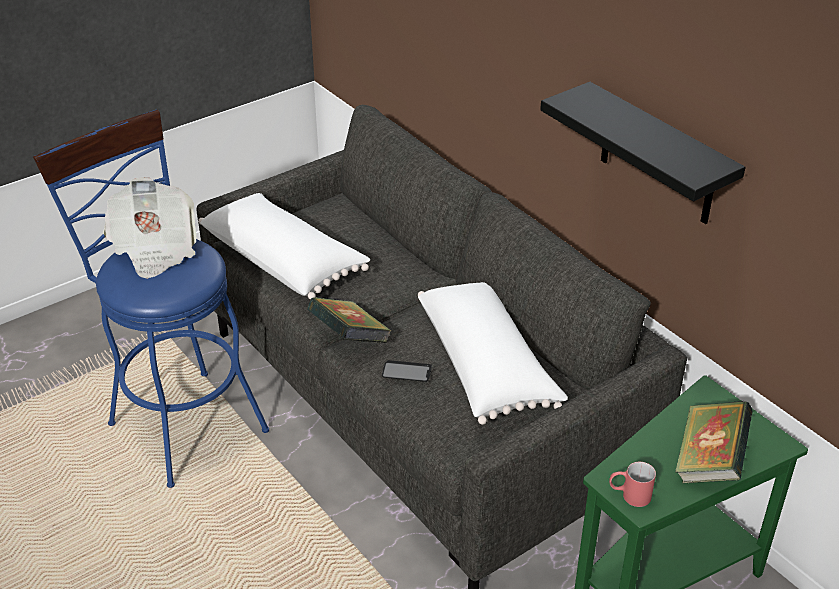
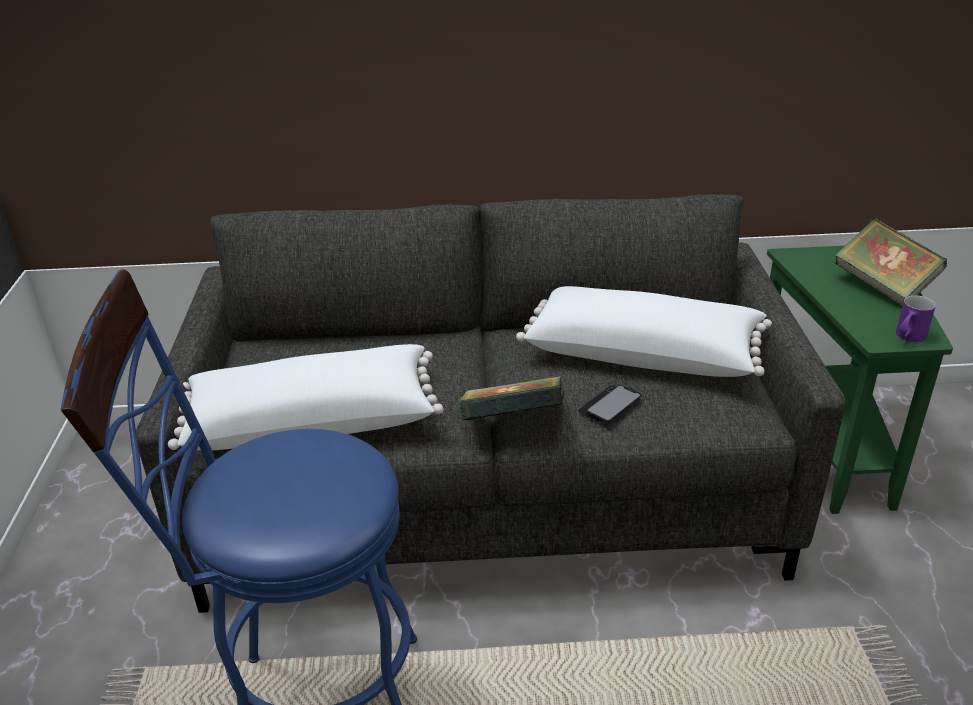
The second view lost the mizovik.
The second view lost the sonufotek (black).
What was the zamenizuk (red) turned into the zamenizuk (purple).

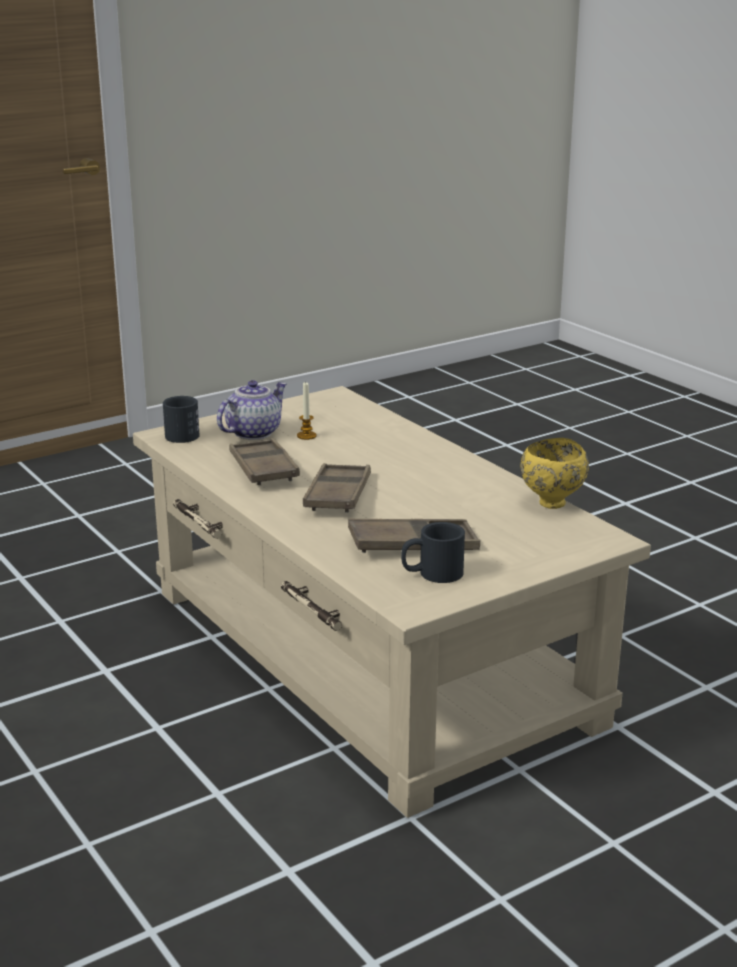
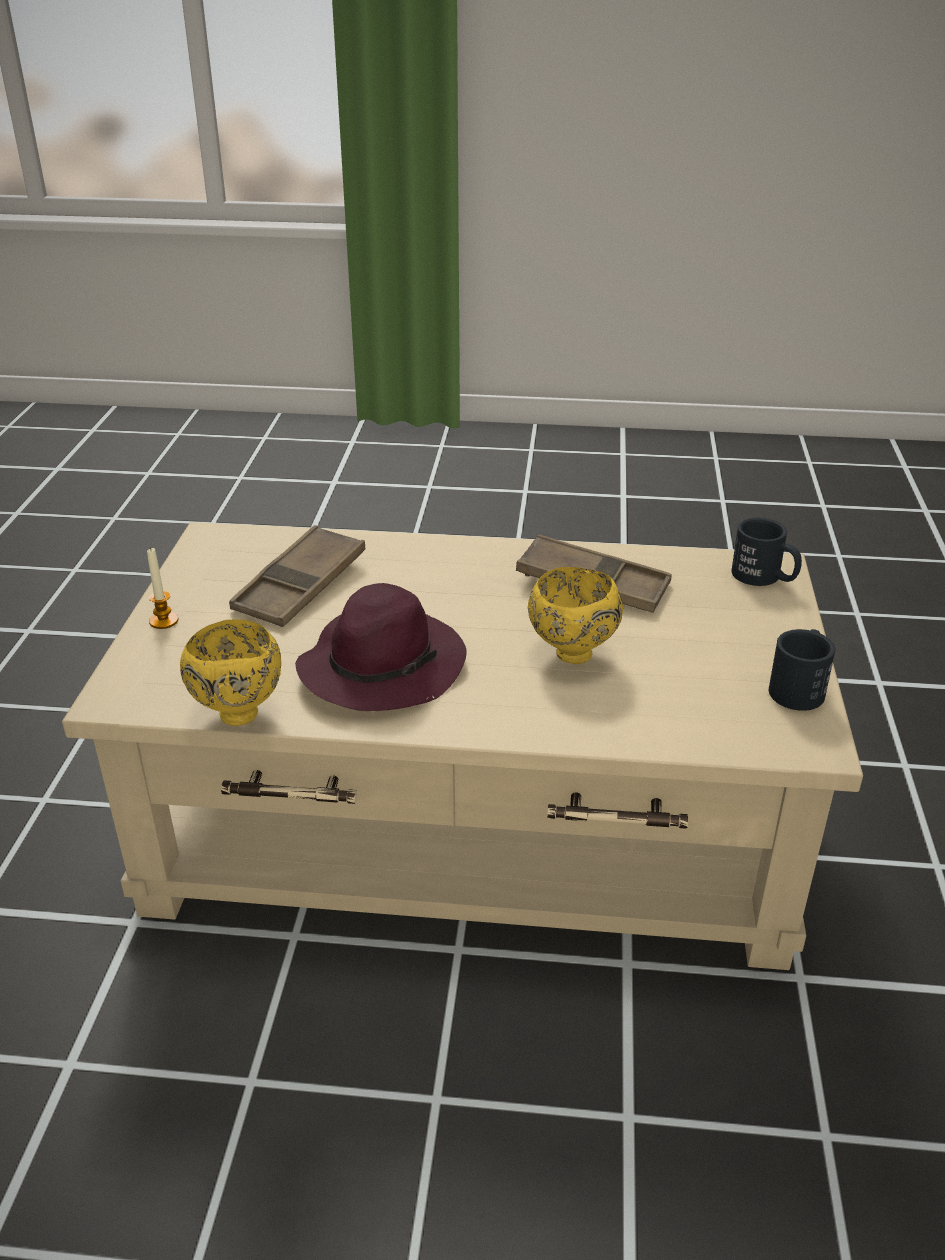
The second view lost the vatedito.
The second view lost the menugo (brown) (2nd from left).
The second view gained the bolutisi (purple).
The second view gained the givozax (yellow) (2nd from left).
The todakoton ended up elsewhere.
The zamenizuk (black) (2nd from left) ended up elsewhere.

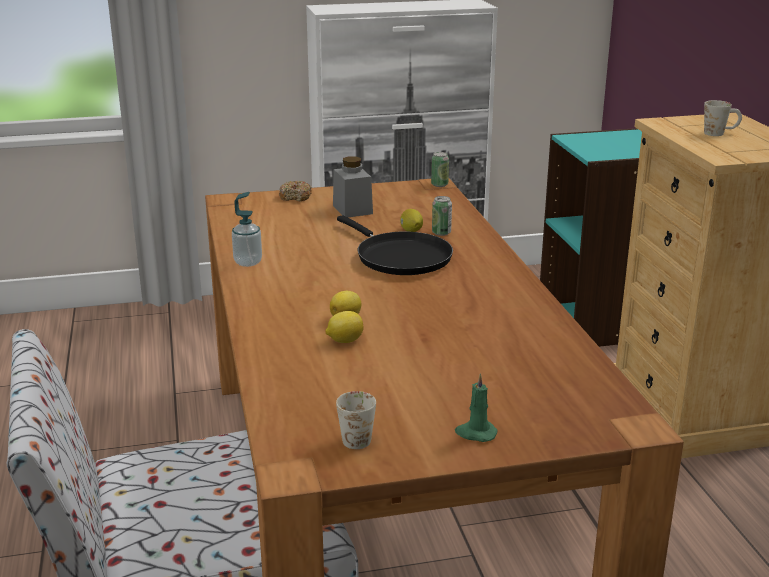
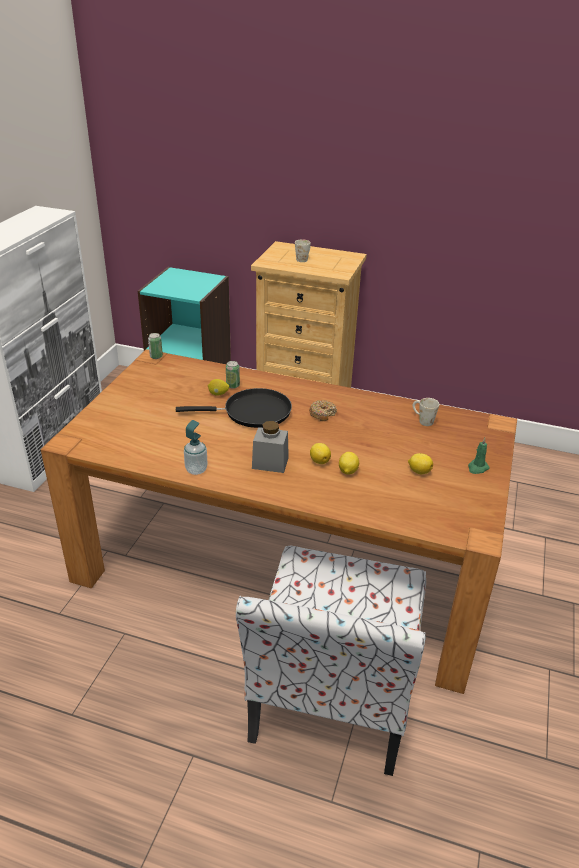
The second view gained the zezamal (4th from left).
The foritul ended up elsewhere.
The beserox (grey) ended up elsewhere.
The zamenizuk (white) (1st from left in the first image) ended up elsewhere.

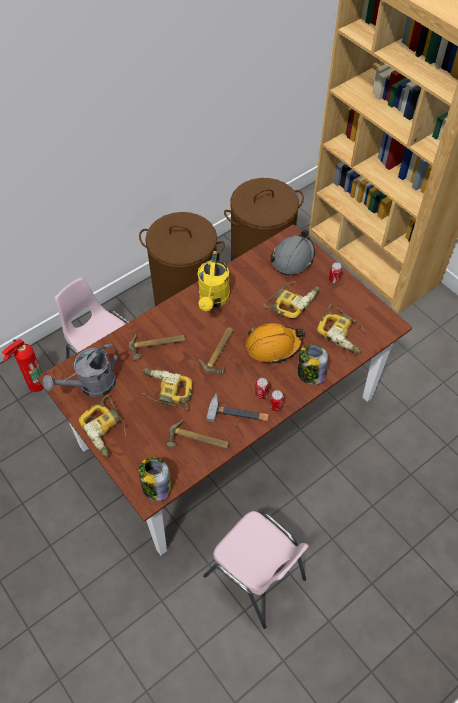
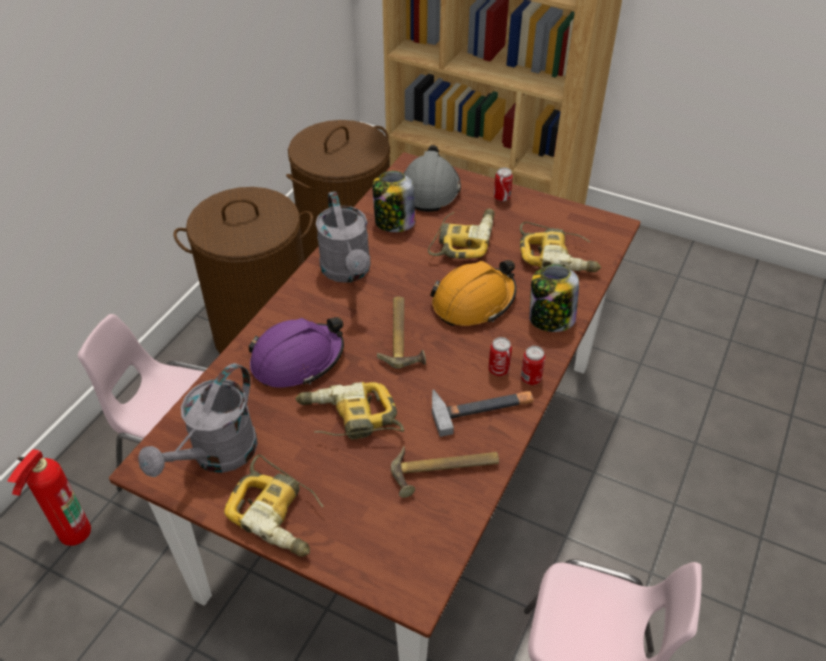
The beserox (1st from left) ended up elsewhere.
Where the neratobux (1st from left) stood, the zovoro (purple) came to stand.
What was the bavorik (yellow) turned into the bavorik (grey) (2nd from left).

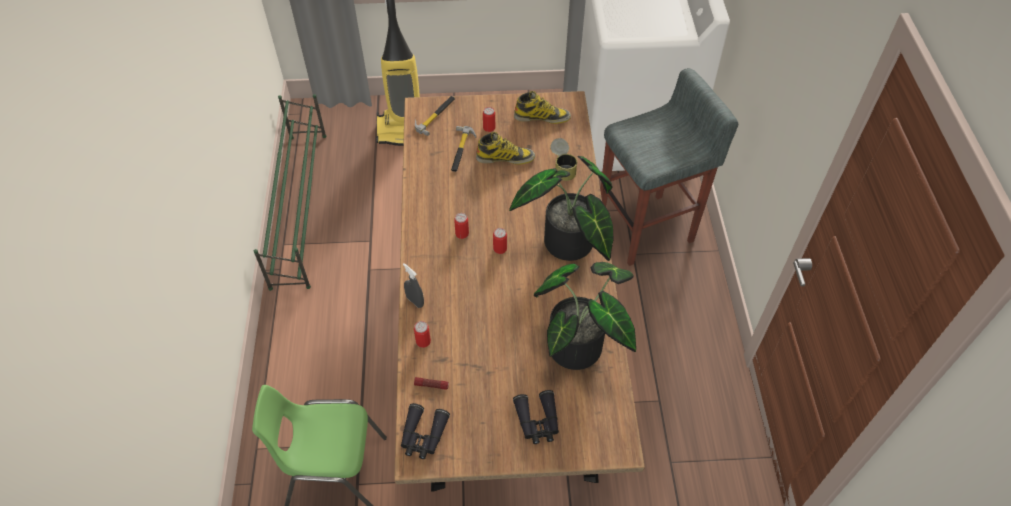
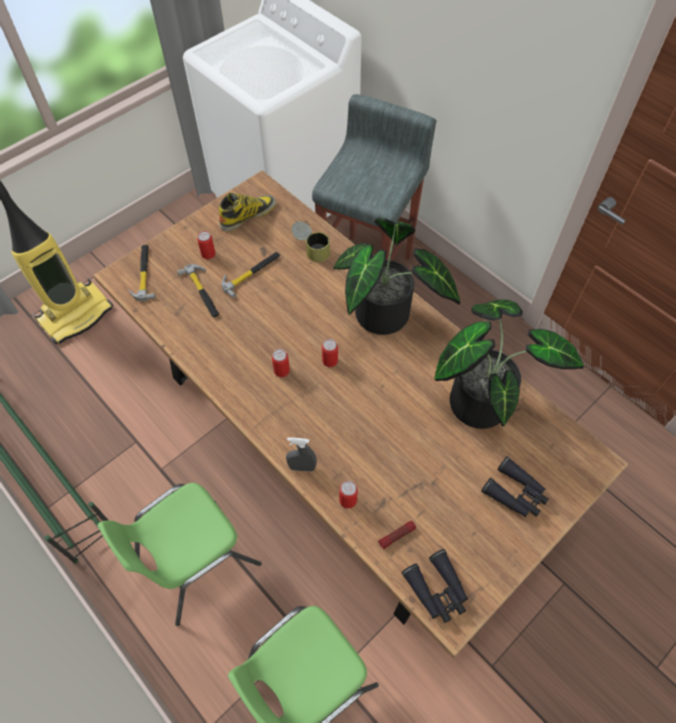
The second view gained the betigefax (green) (1st from left).
Where the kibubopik (1st from left) stood, the neratobux (3rd from left) came to stand.

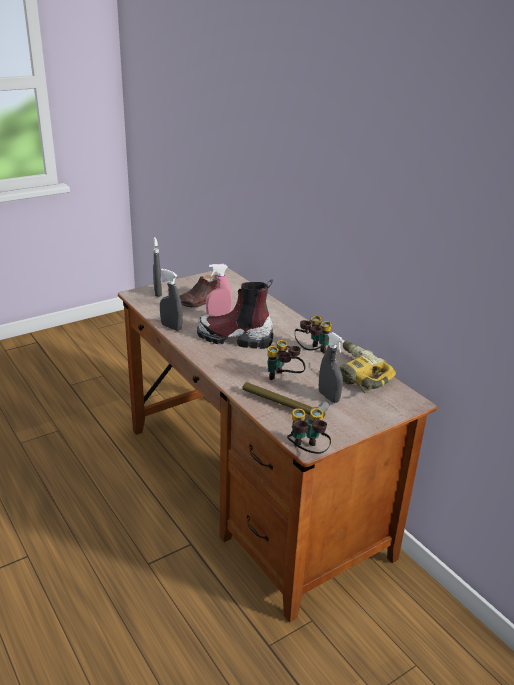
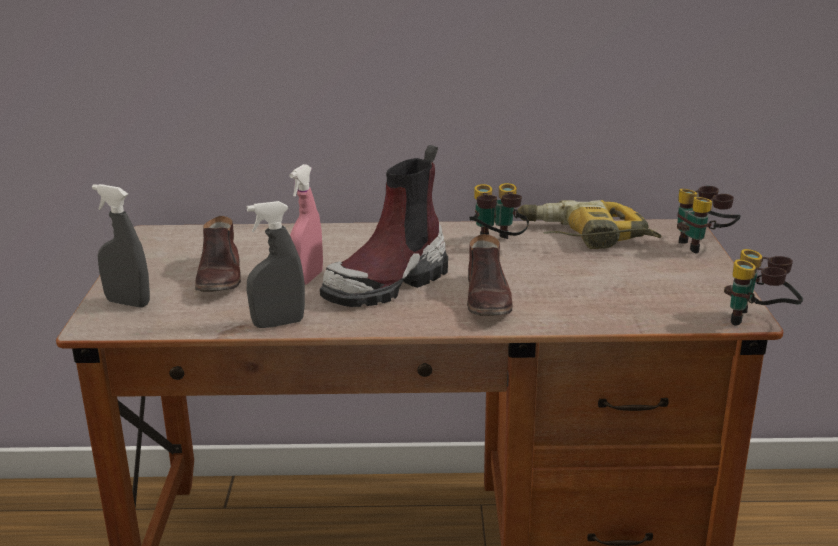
The second view lost the neratobux.
The second view lost the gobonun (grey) (3rd from left).
The second view gained the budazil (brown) (2nd from left).
The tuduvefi (1st from left in the first image) ended up elsewhere.

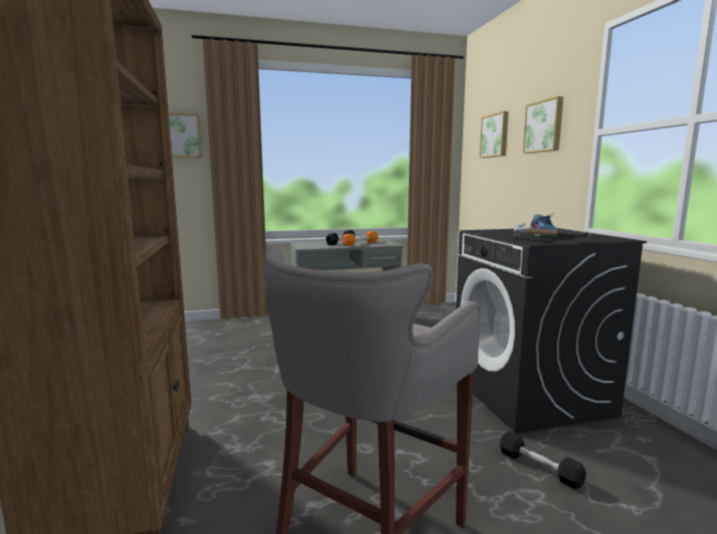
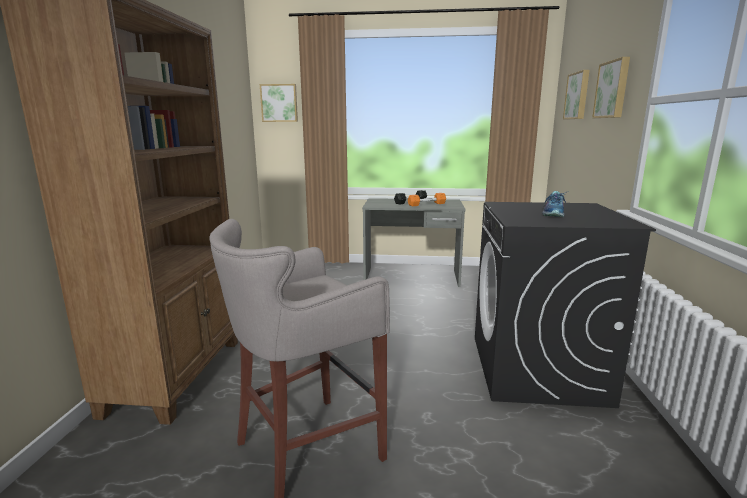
The second view lost the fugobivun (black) (2nd from left).
The second view lost the neratobux.

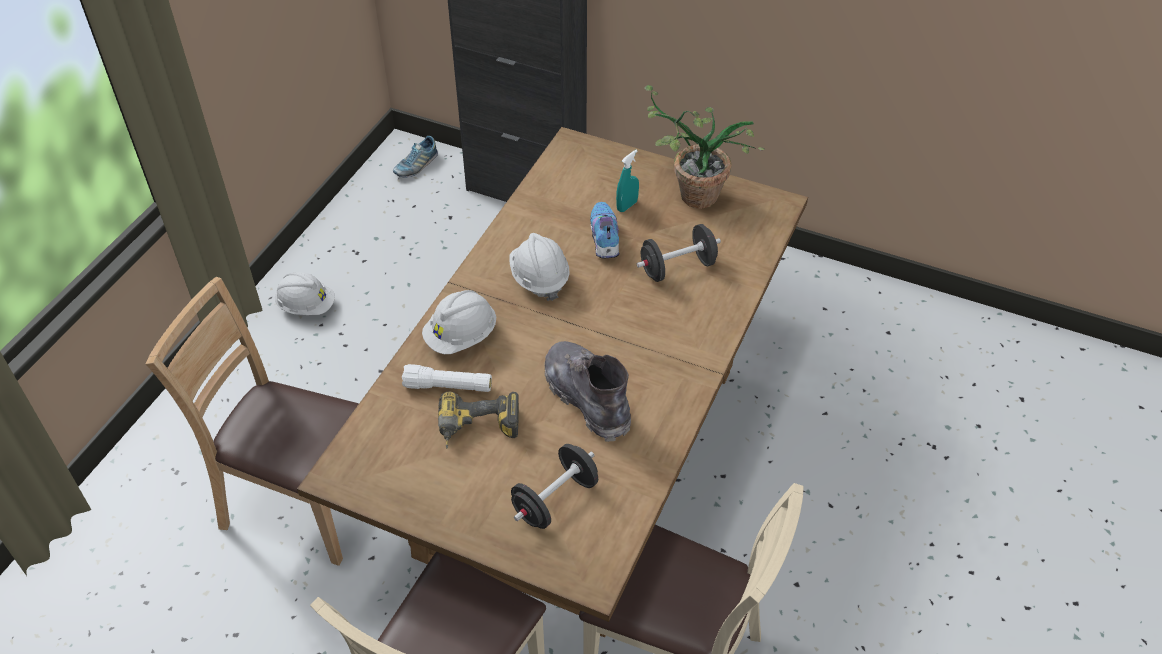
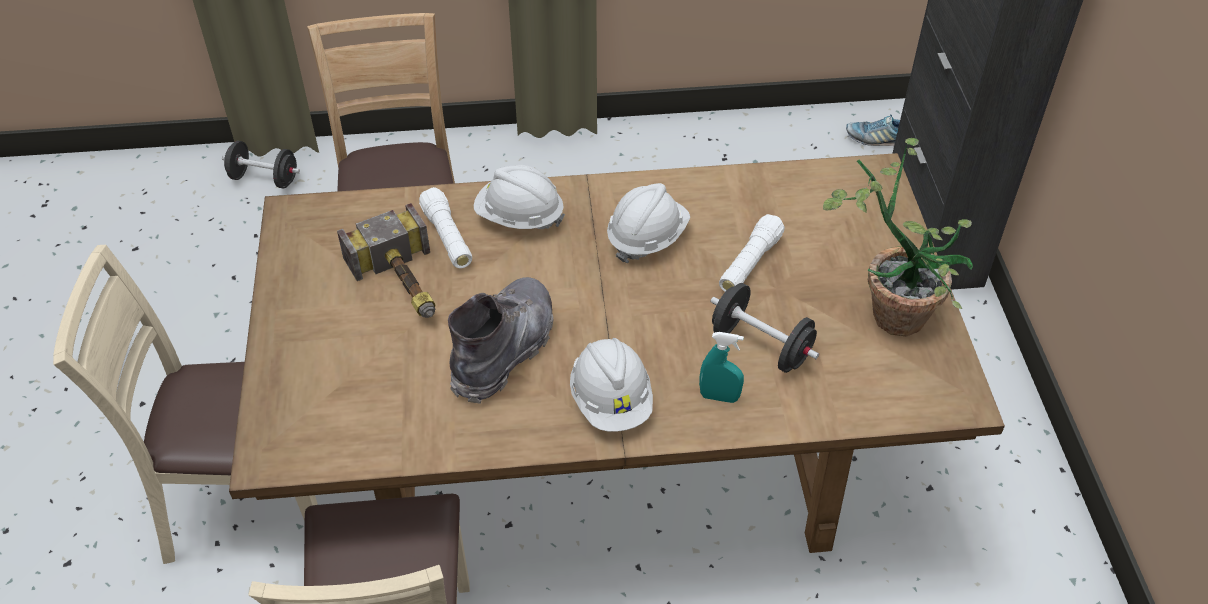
The zovoro (white) (1st from left in the first image) ended up elsewhere.
The fugobivun (black) (1st from left) ended up elsewhere.
The gobonun (turquoise) ended up elsewhere.
Where the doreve stood, the neratobux came to stand.
Where the budazil (2nd from left) stood, the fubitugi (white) (2nd from left) came to stand.

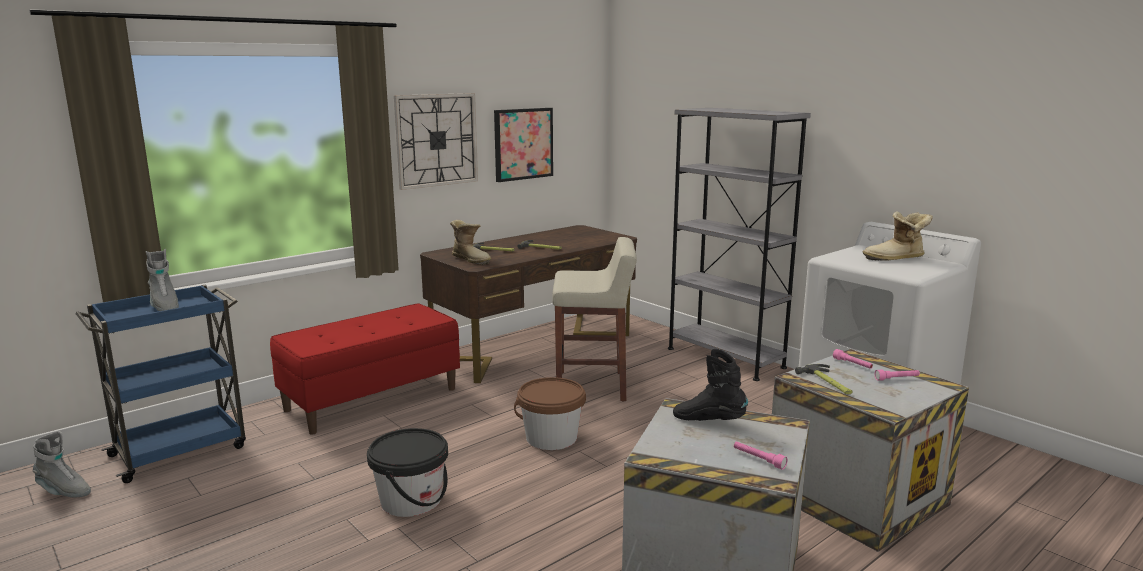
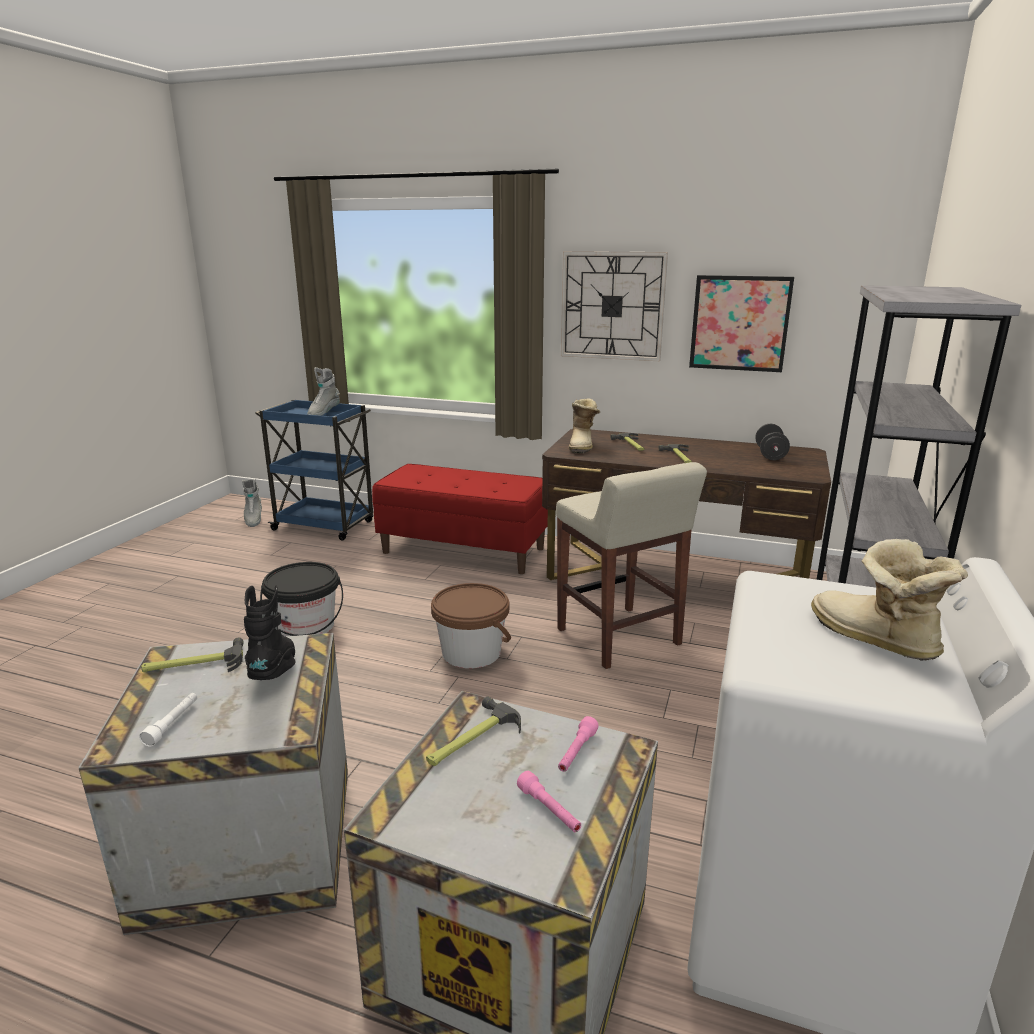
The second view gained the neratobux (1st from left).
The second view gained the fugobivun (black).
What was the fubitugi (pink) (1st from left) turned into the fubitugi (white).

